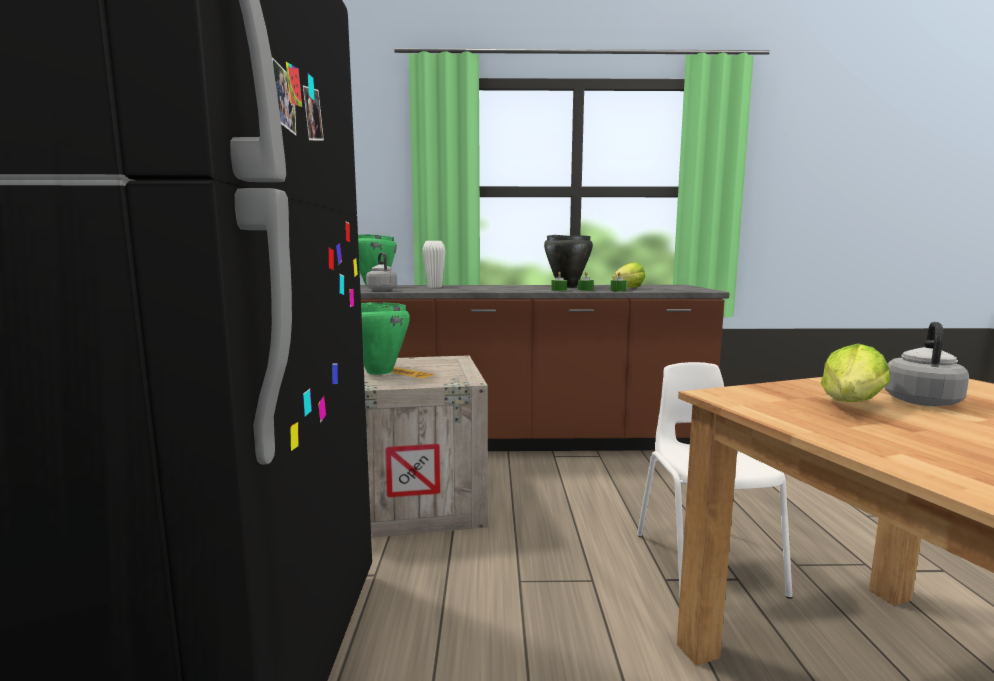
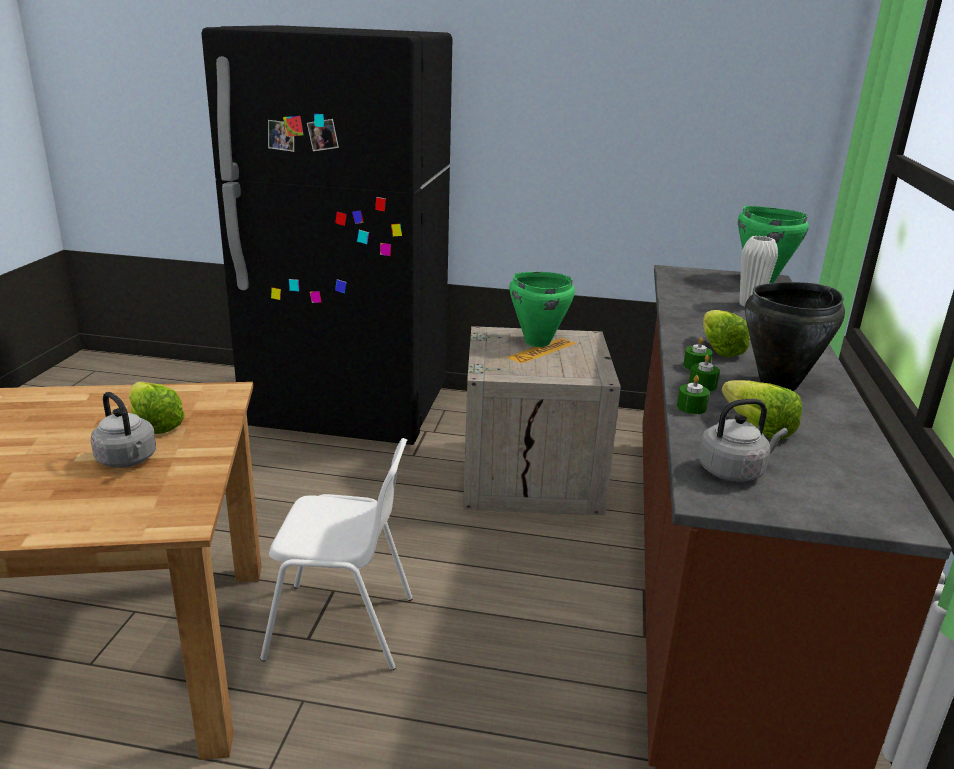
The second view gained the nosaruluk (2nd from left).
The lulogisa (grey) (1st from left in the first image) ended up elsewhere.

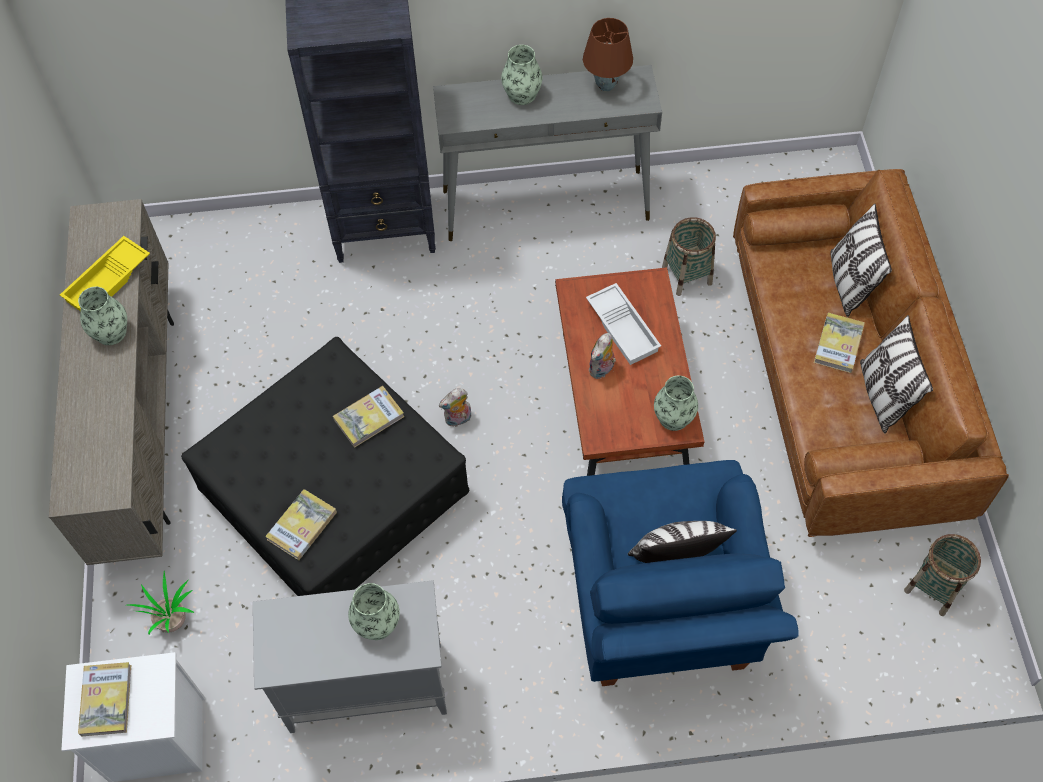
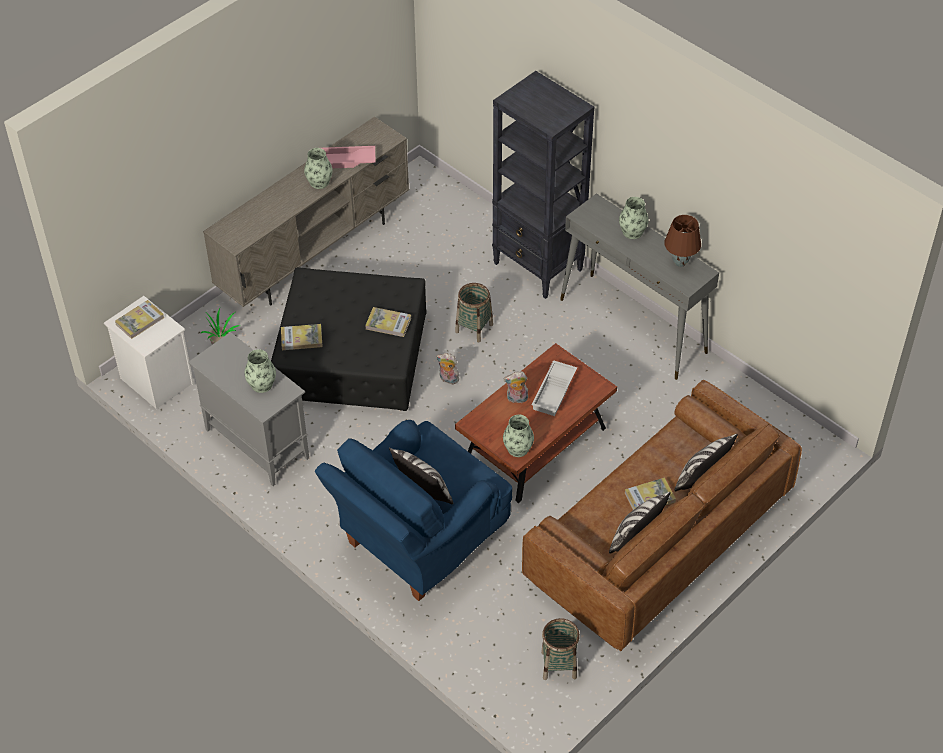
The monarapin (1st from left) ended up elsewhere.
What was the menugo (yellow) turned into the menugo (pink).

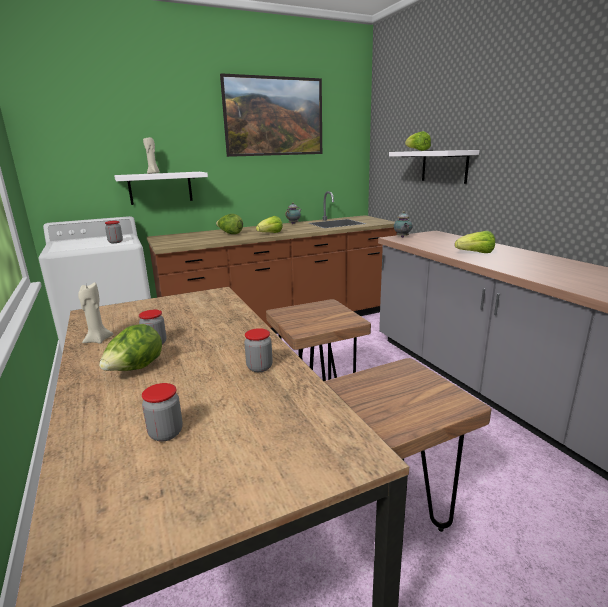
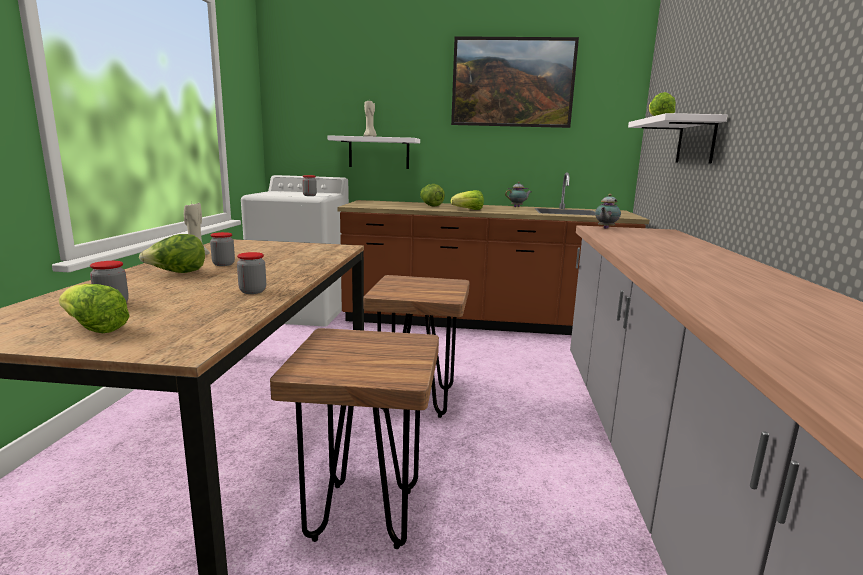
The nosaruluk (5th from left in the first image) ended up elsewhere.

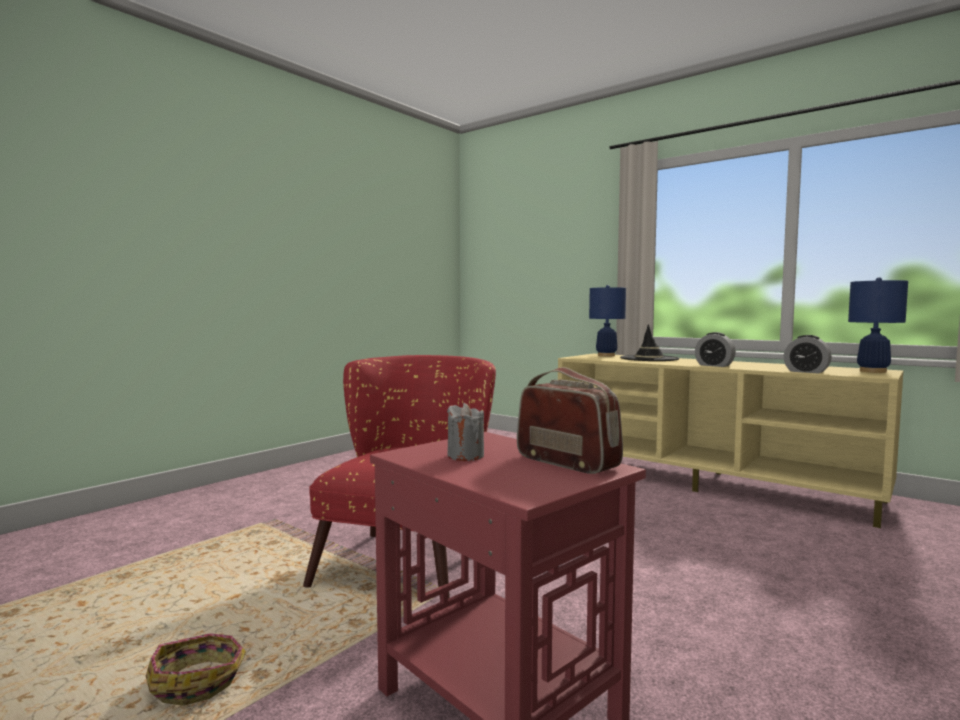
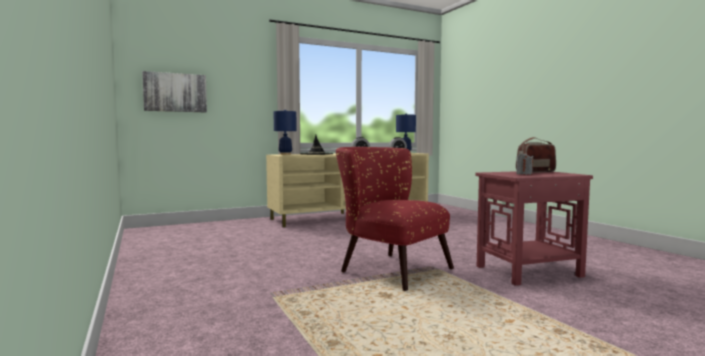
The second view lost the monarapin.
The second view gained the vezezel.

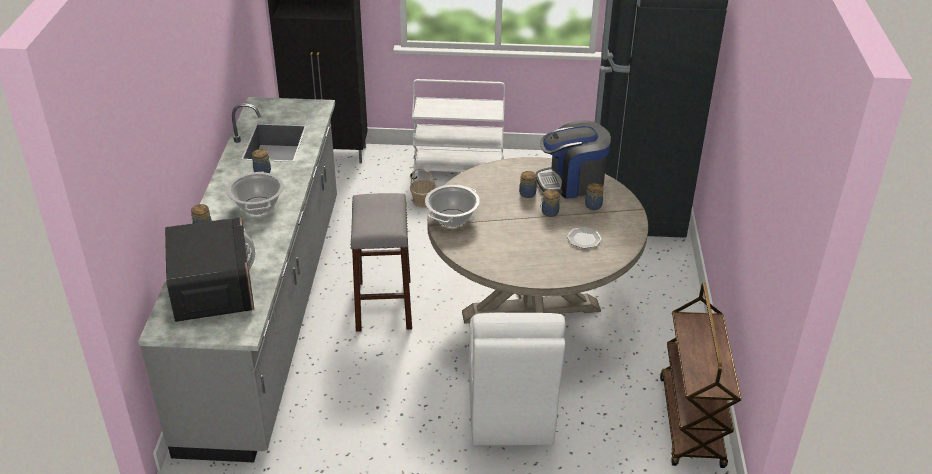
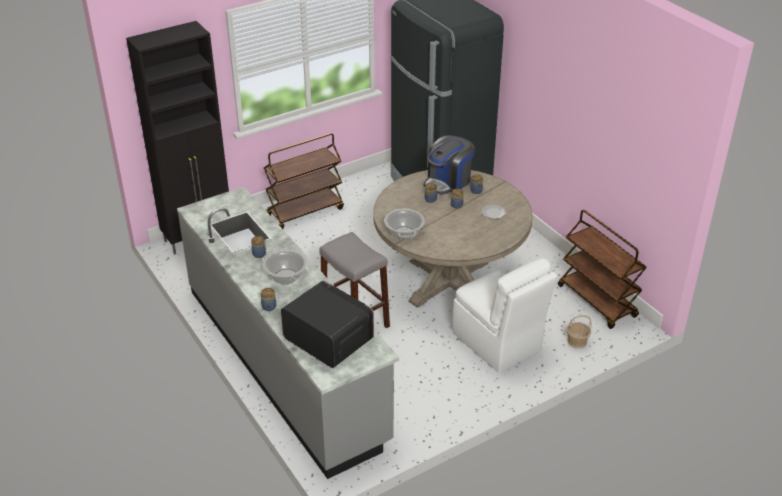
The monarapin ended up elsewhere.
What was the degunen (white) turned into the degunen (brown) (1st from left).

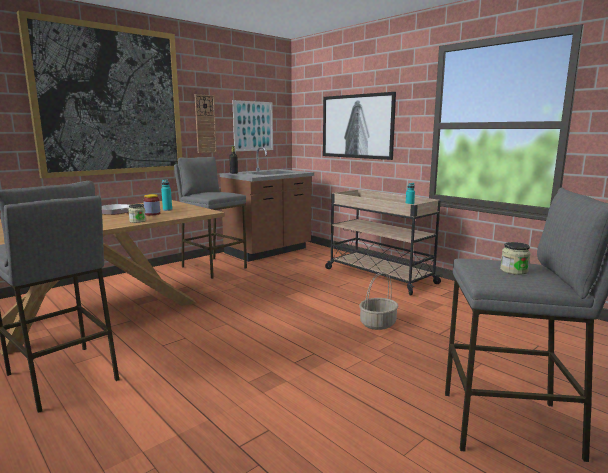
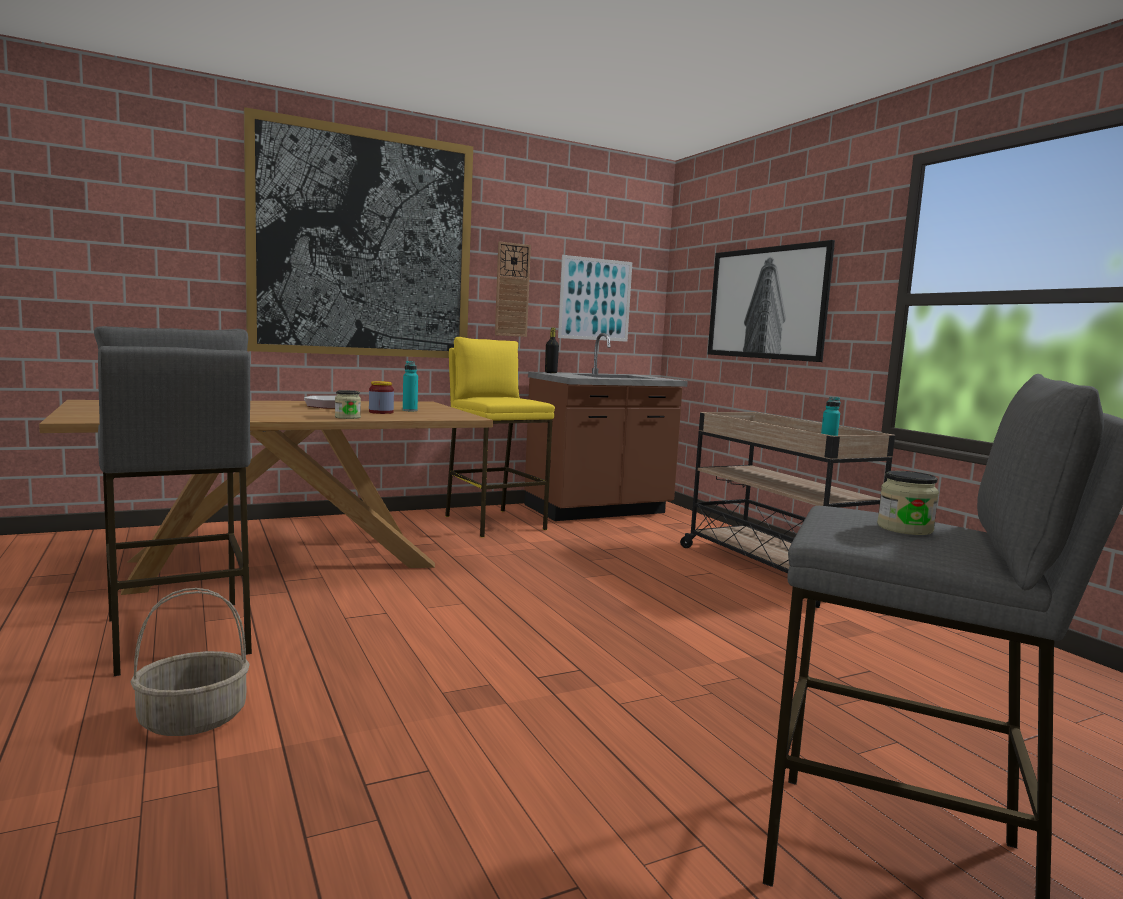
The monarapin ended up elsewhere.
What was the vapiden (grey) (2nd from left) turned into the vapiden (yellow).

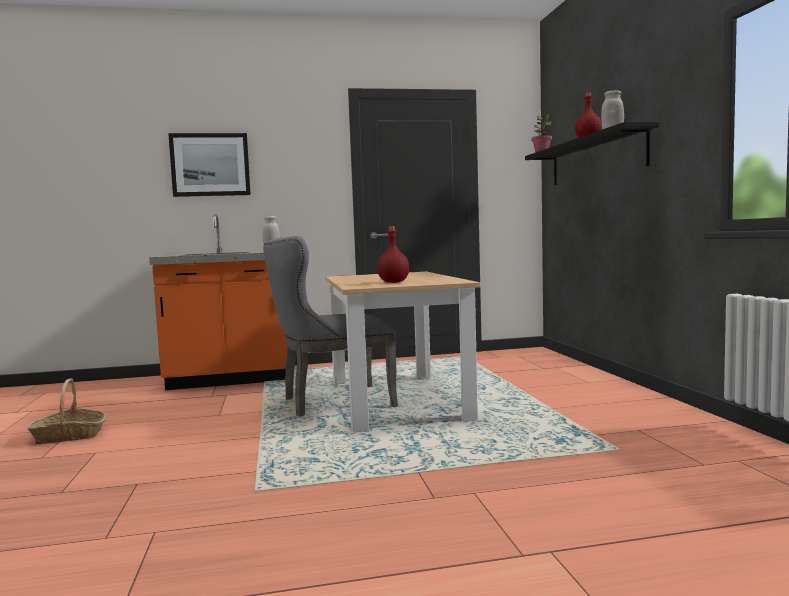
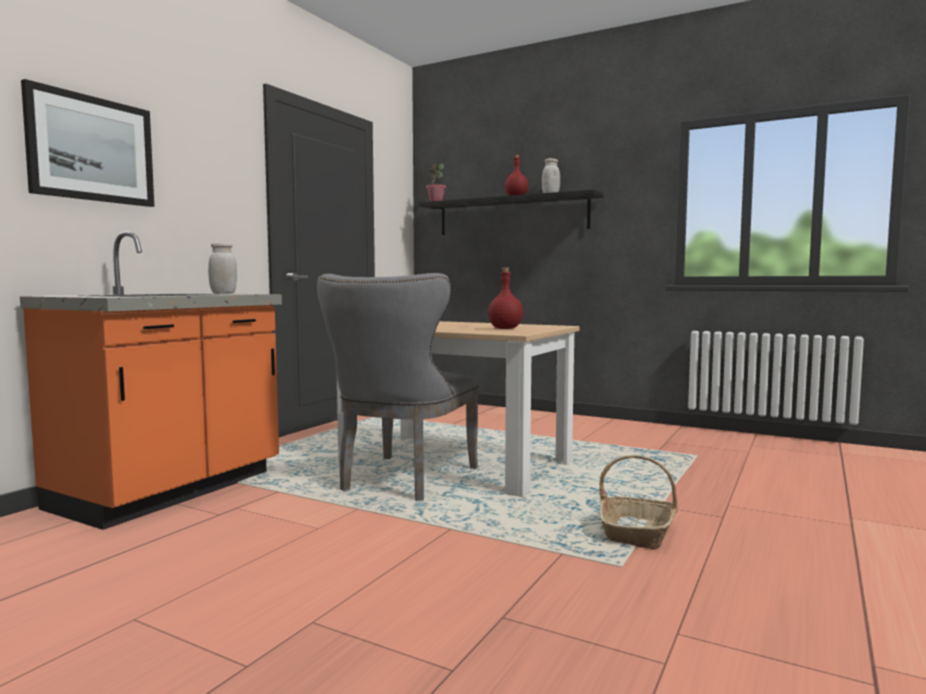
The monarapin ended up elsewhere.

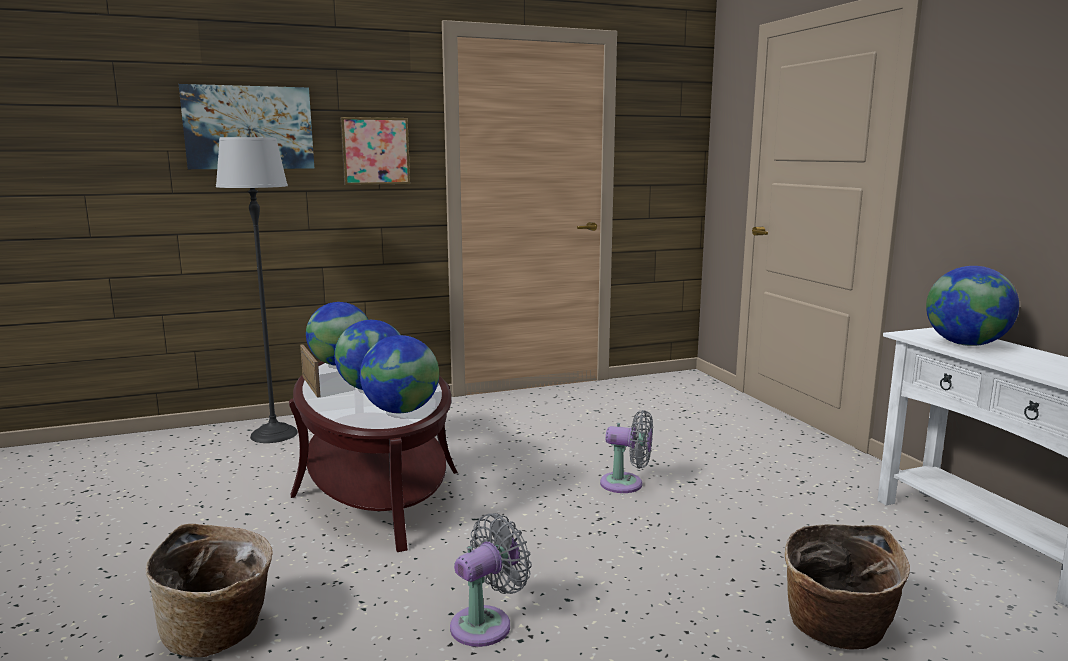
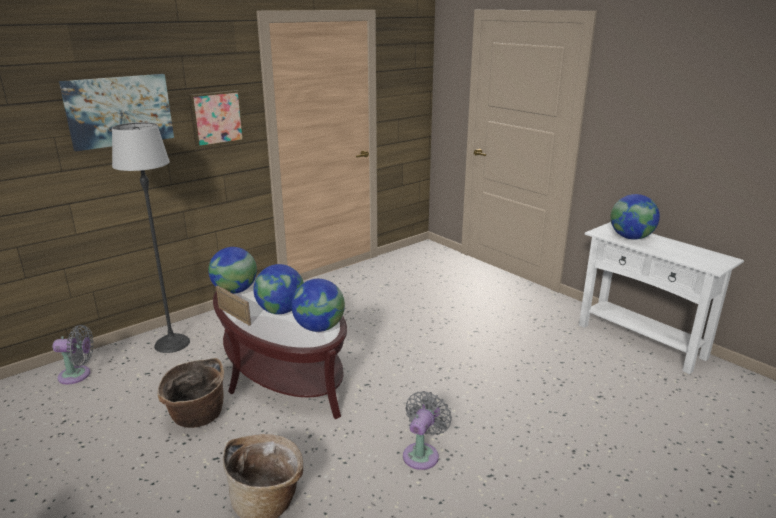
The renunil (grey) (2nd from left in the first image) ended up elsewhere.
The monarapin (2nd from left in the first image) ended up elsewhere.

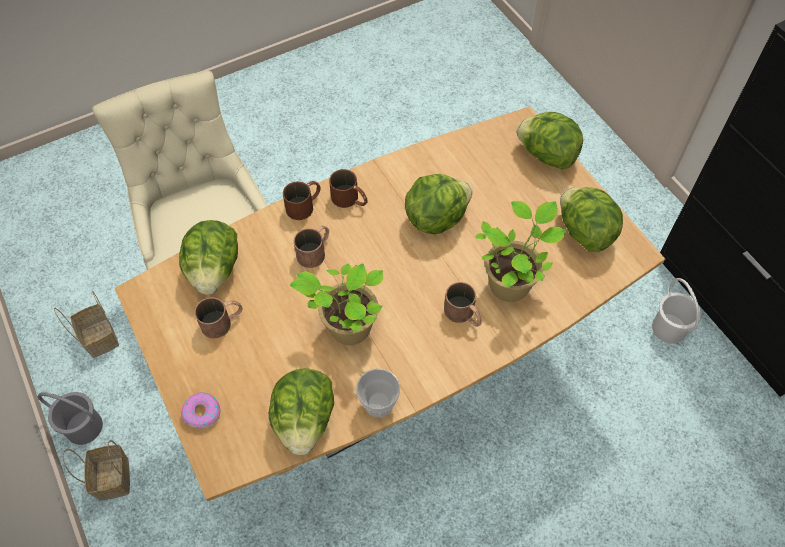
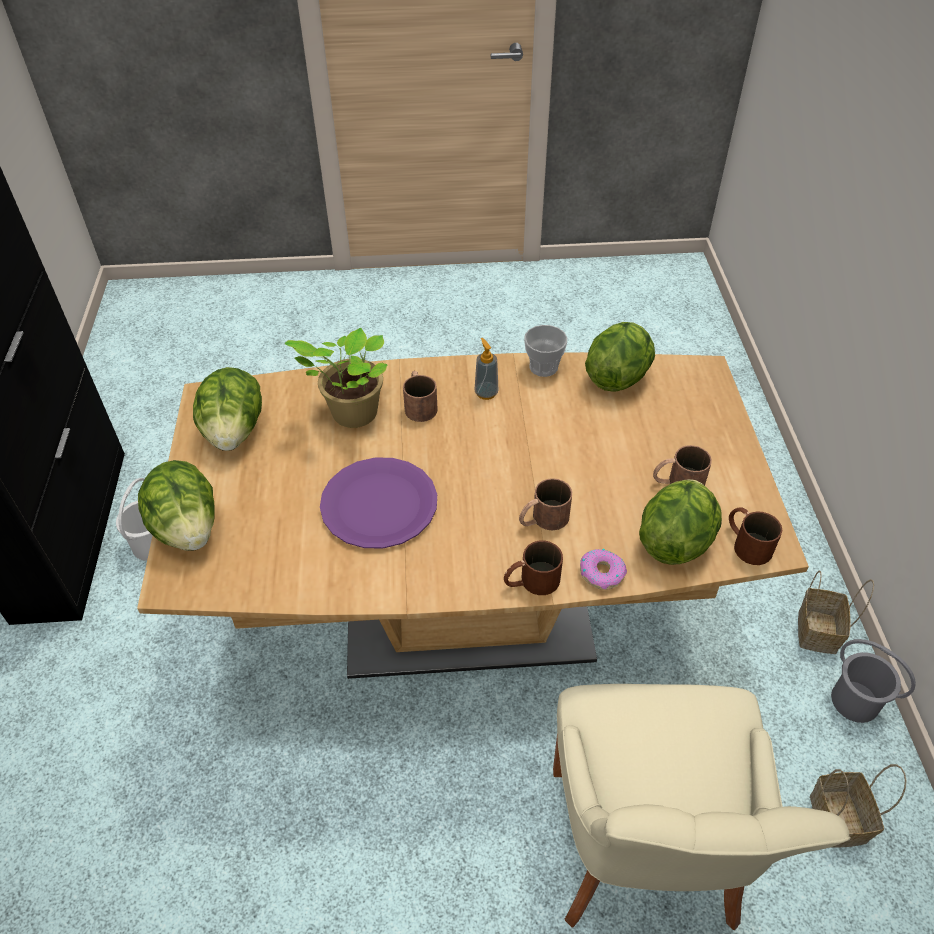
The second view lost the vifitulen (1st from left).
The second view gained the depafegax.
The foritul ended up elsewhere.
The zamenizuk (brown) (4th from left in the first image) ended up elsewhere.
Where the nosaruluk (3rd from left) stood, the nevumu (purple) came to stand.

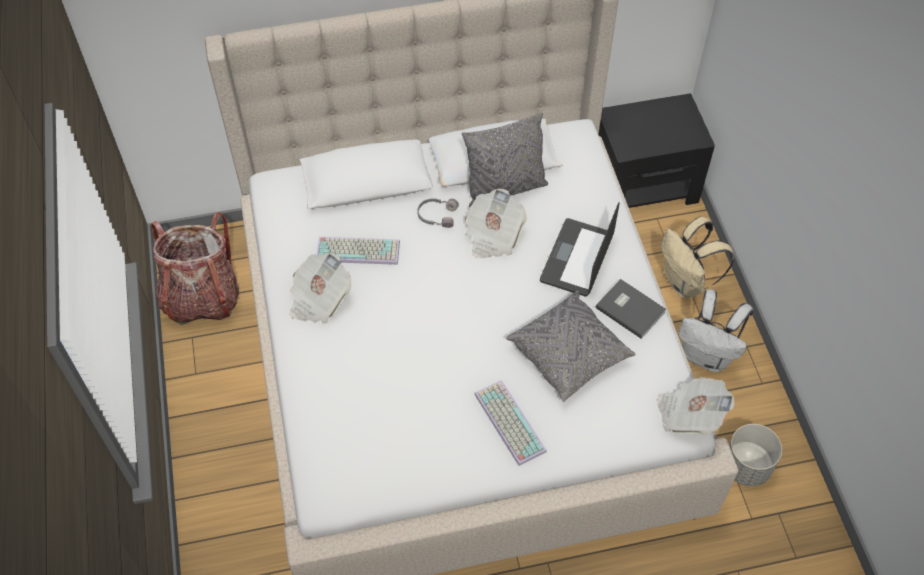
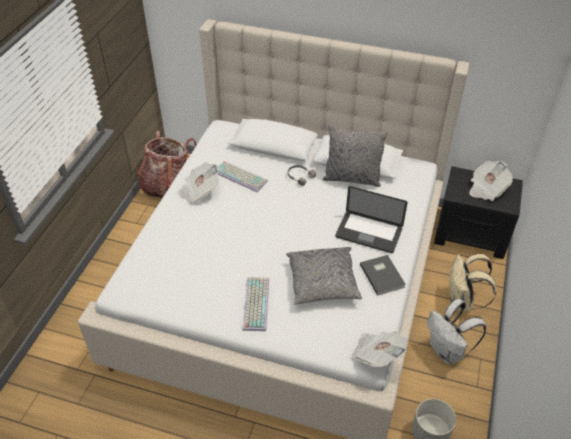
The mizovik (2nd from left in the first image) ended up elsewhere.
The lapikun ended up facing another way, 120 degrees counterclockwise from before.

